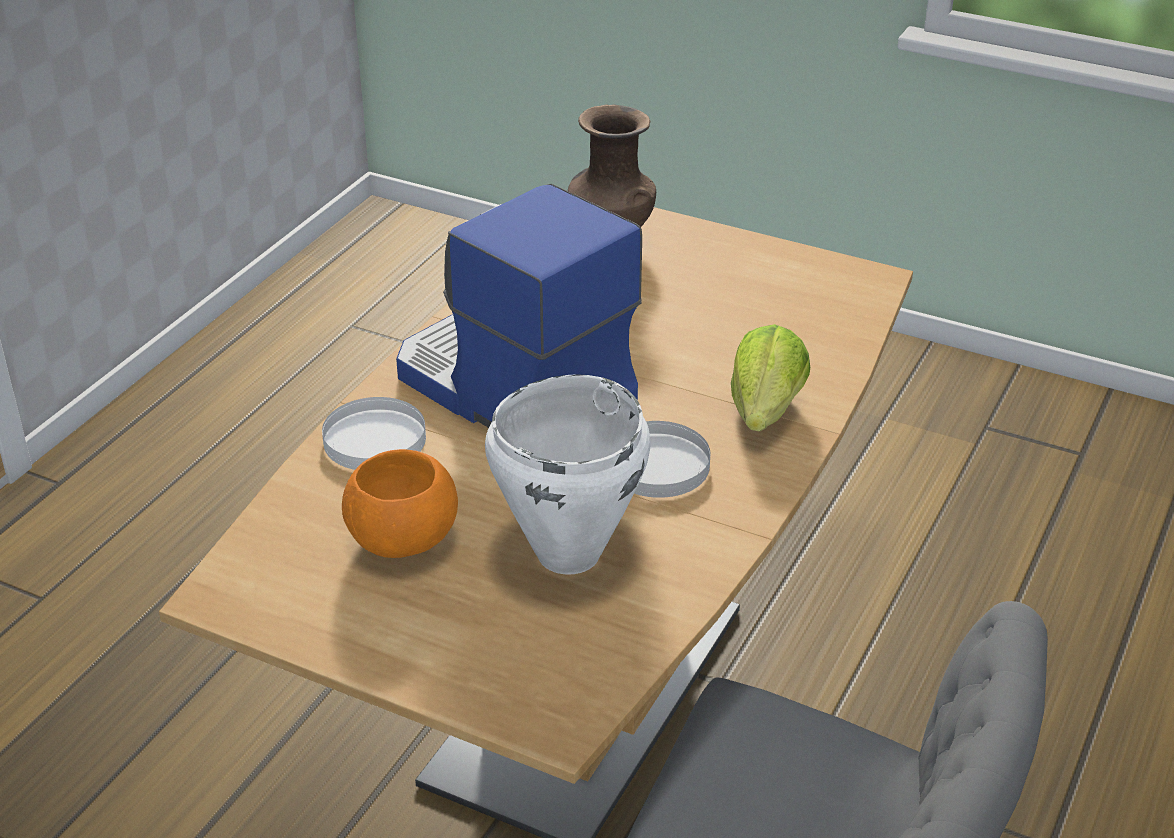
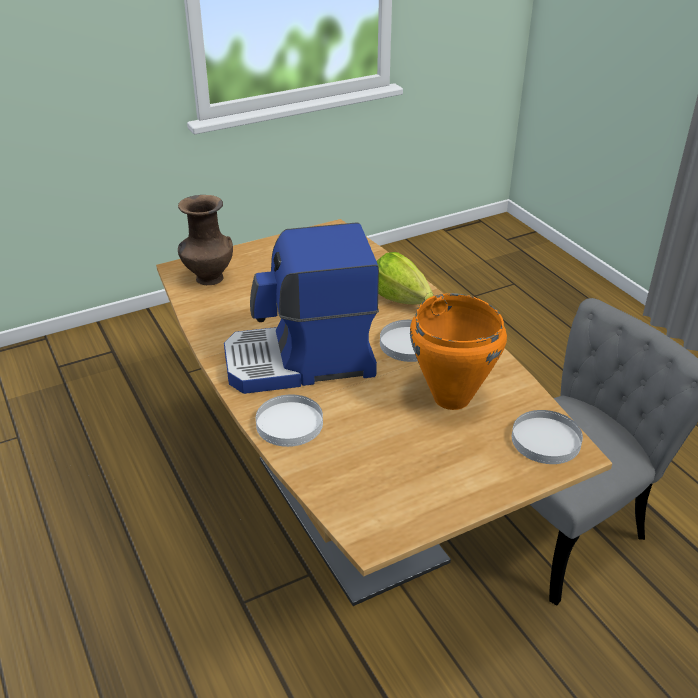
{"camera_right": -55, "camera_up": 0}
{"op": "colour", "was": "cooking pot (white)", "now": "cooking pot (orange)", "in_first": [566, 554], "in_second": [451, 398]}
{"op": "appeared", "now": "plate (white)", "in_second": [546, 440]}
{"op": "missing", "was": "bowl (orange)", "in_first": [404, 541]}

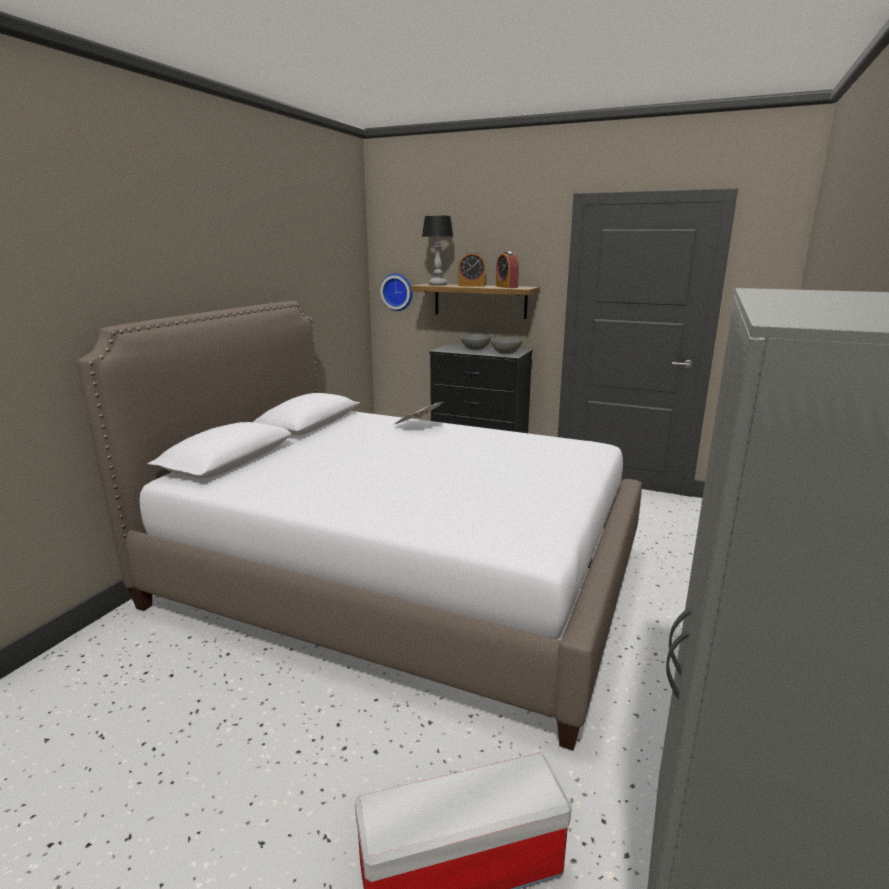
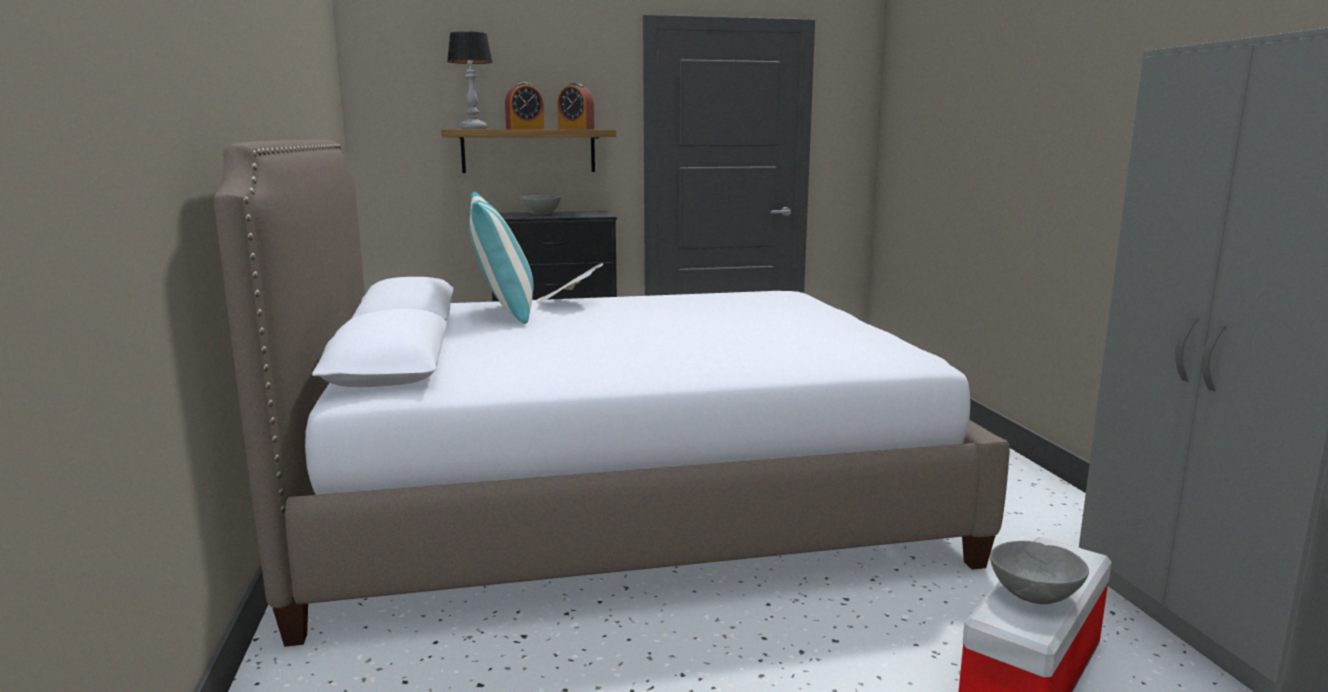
{"camera_right": -35, "camera_up": -5}
{"op": "appeared", "now": "pillow", "in_second": [504, 314]}
{"op": "relocated", "was": "bowl (grey)", "in_first": [506, 353], "in_second": [1034, 594]}
{"op": "missing", "was": "wall clock", "in_first": [398, 292]}

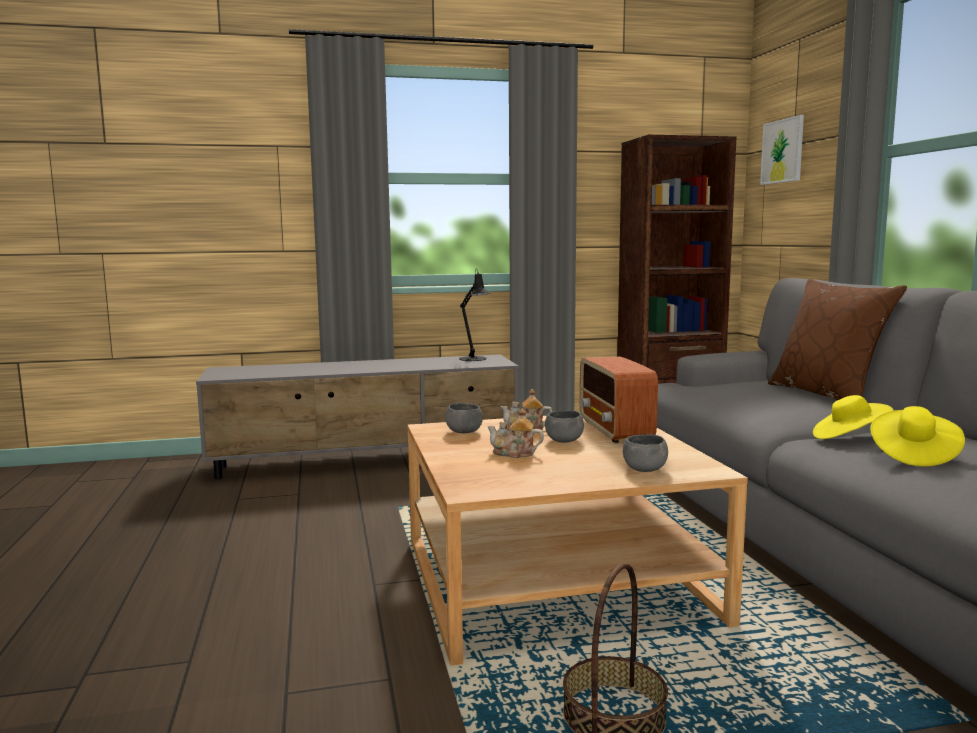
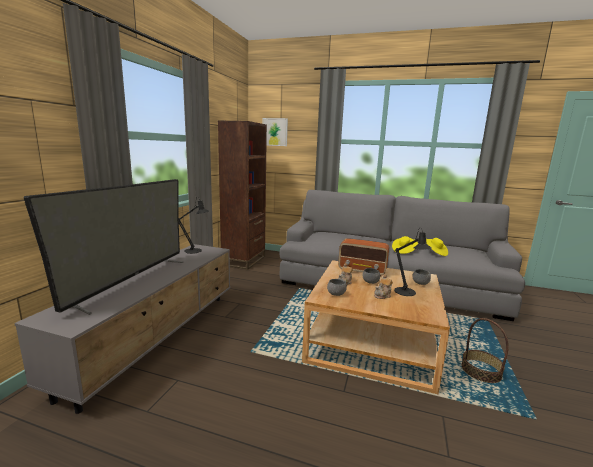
{"camera_right": -60, "camera_up": 5}
{"op": "appeared", "now": "television", "in_second": [131, 281]}
{"op": "appeared", "now": "table lamp (black)", "in_second": [407, 293]}
{"op": "missing", "was": "pillow (brown)", "in_first": [827, 395]}

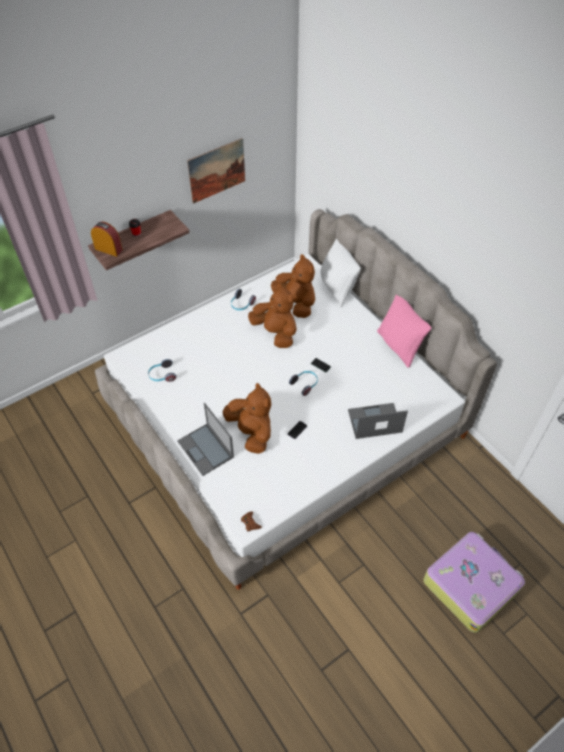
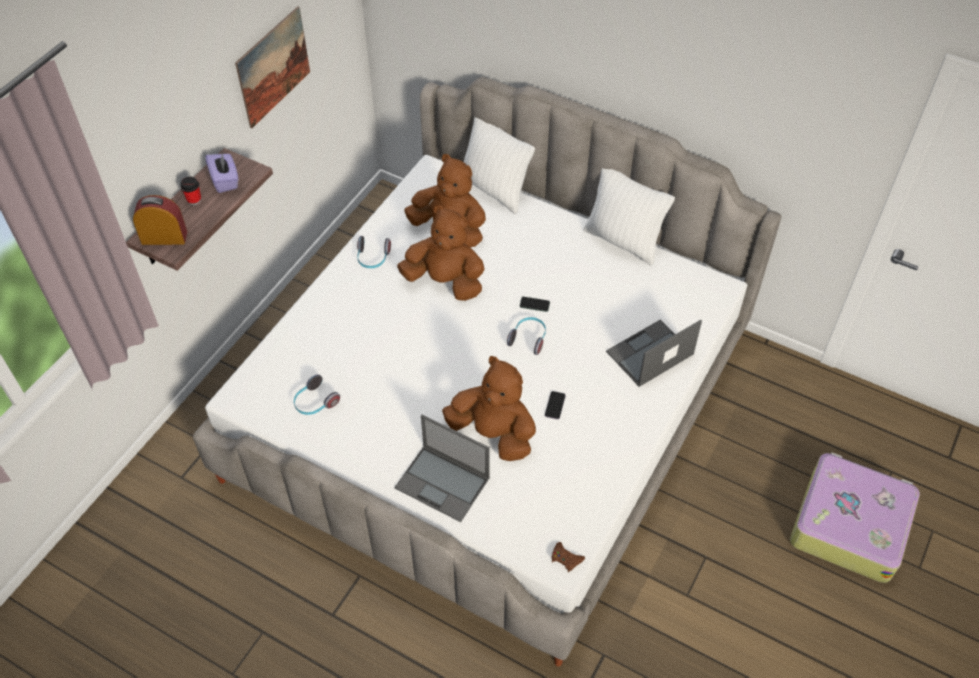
{"camera_right": -25, "camera_up": 0}
{"op": "appeared", "now": "tissue box (purple)", "in_second": [225, 180]}
{"op": "colour", "was": "pillow (pink)", "now": "pillow (white)", "in_first": [398, 346], "in_second": [623, 241]}

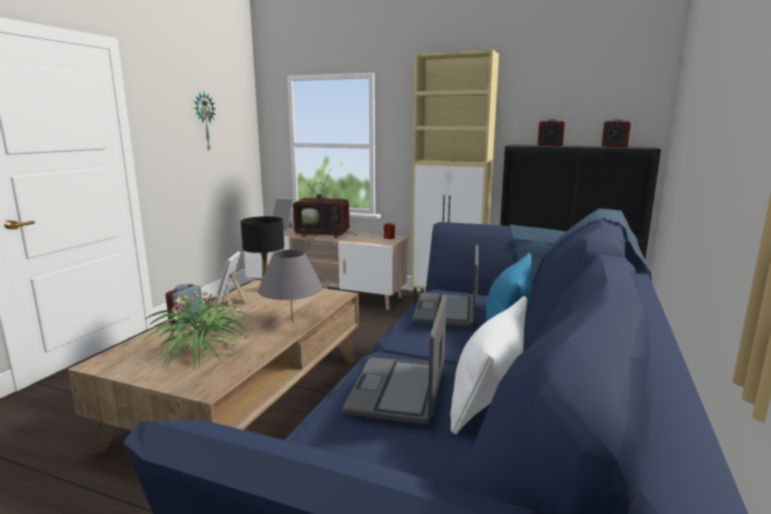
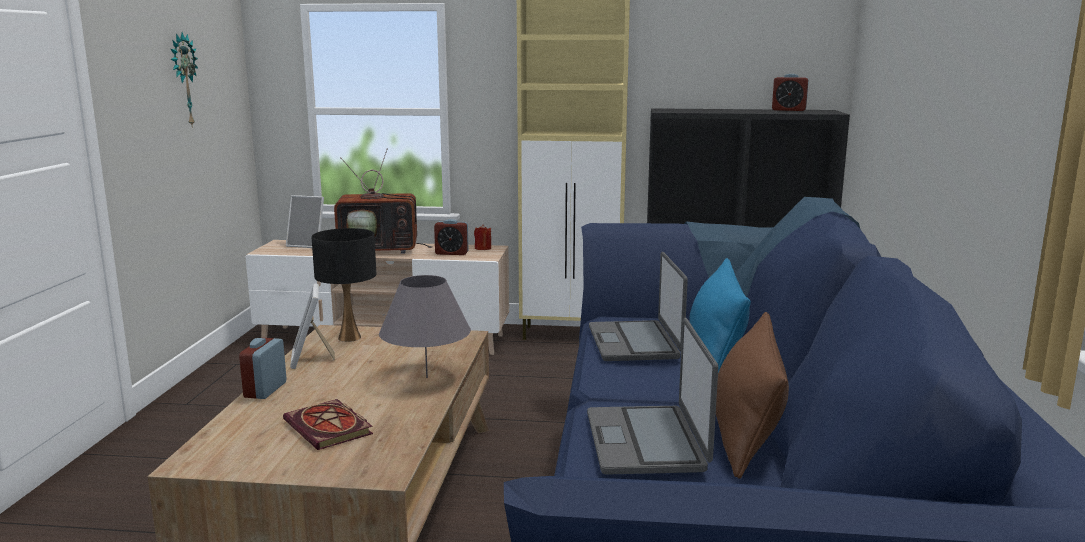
{"camera_right": -15, "camera_up": 0}
{"op": "exchanged", "was": "potted plant", "now": "book", "in_first": [202, 350], "in_second": [330, 428]}
{"op": "relocated", "was": "alarm clock", "in_first": [550, 145], "in_second": [451, 253]}
{"op": "colour", "was": "pillow (white)", "now": "pillow (brown)", "in_first": [488, 393], "in_second": [746, 432]}

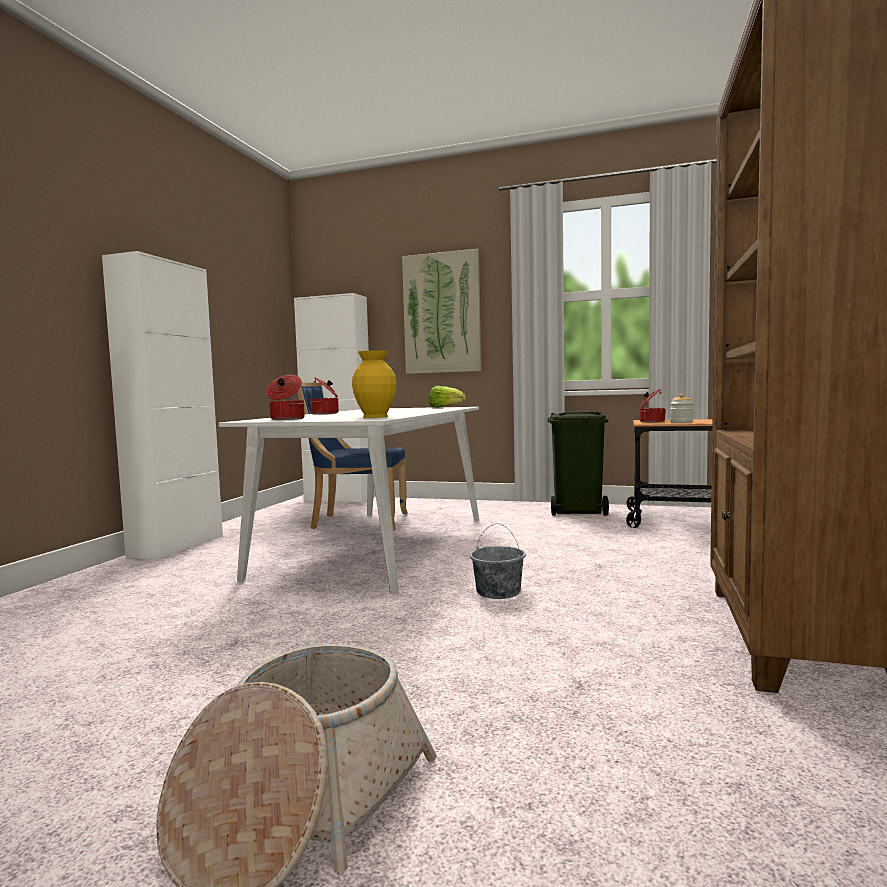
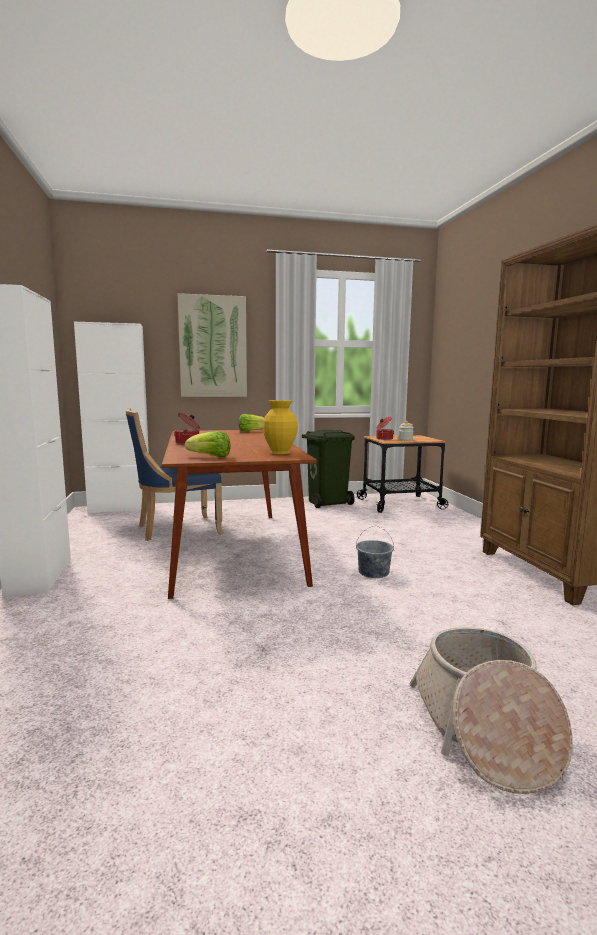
{"camera_right": -30, "camera_up": 5}
{"op": "colour", "was": "dining table (white)", "now": "dining table (brown)", "in_first": [378, 544], "in_second": [231, 548]}
{"op": "exchanged", "was": "cooking pot", "now": "lettuce", "in_first": [286, 419], "in_second": [210, 457]}

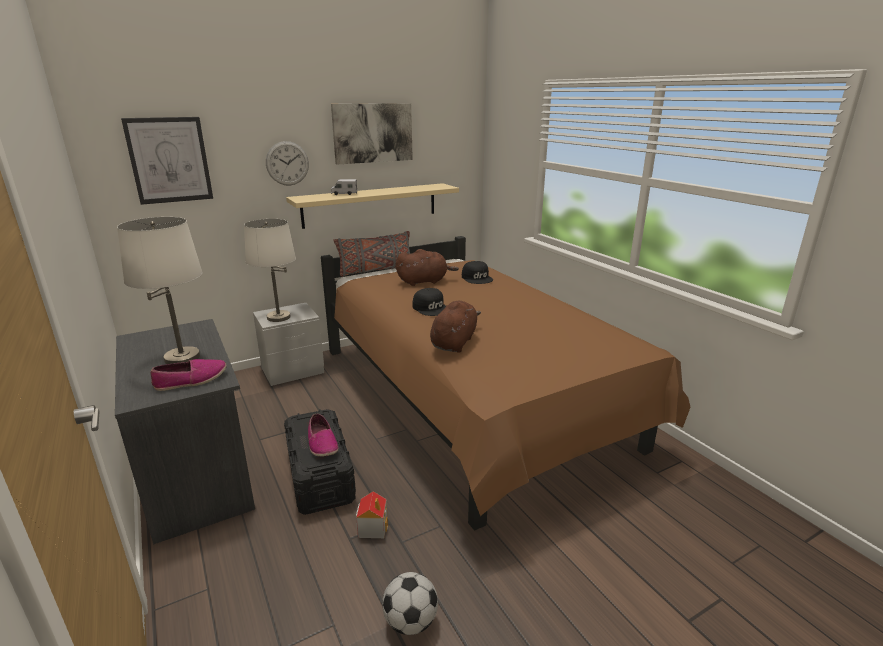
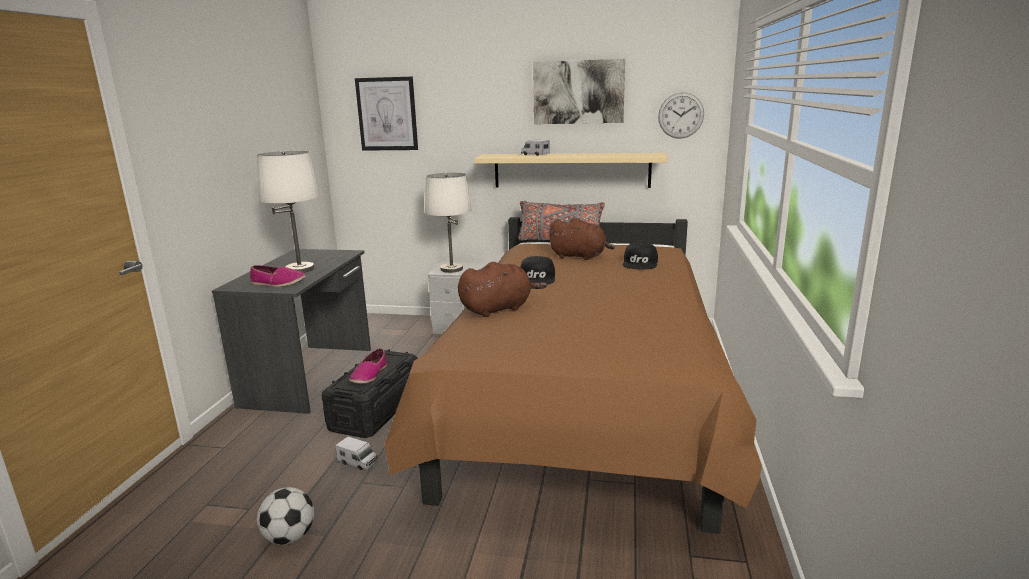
{"camera_right": 40, "camera_up": -5}
{"op": "exchanged", "was": "toy house", "now": "toy truck", "in_first": [373, 527], "in_second": [358, 462]}
{"op": "relocated", "was": "wall clock", "in_first": [287, 163], "in_second": [681, 115]}

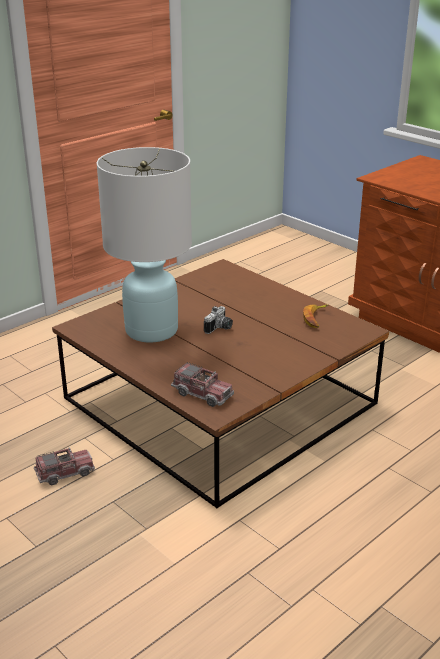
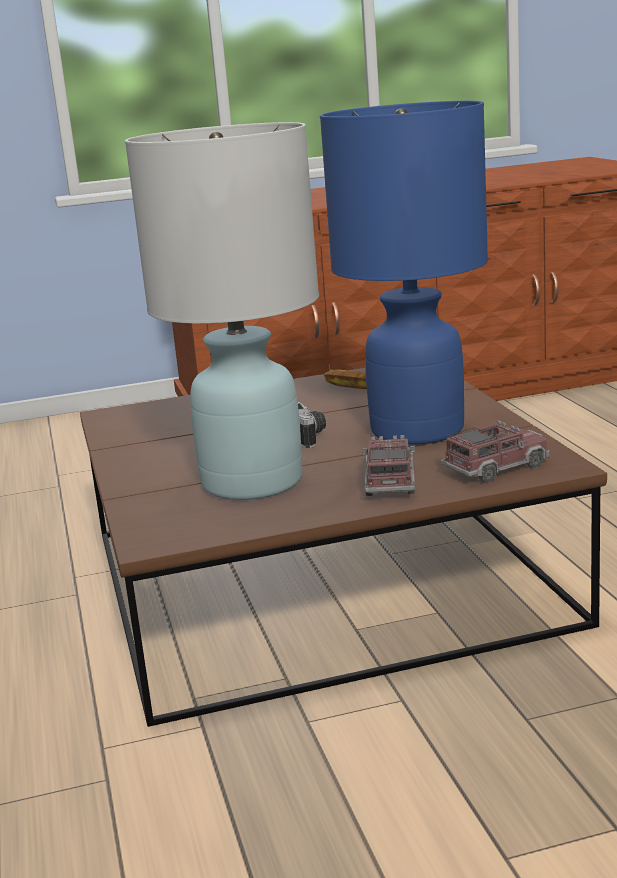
{"camera_right": -60, "camera_up": -10}
{"op": "appeared", "now": "table lamp (blue)", "in_second": [418, 430]}
{"op": "relocated", "was": "toy truck", "in_first": [65, 473], "in_second": [390, 482]}

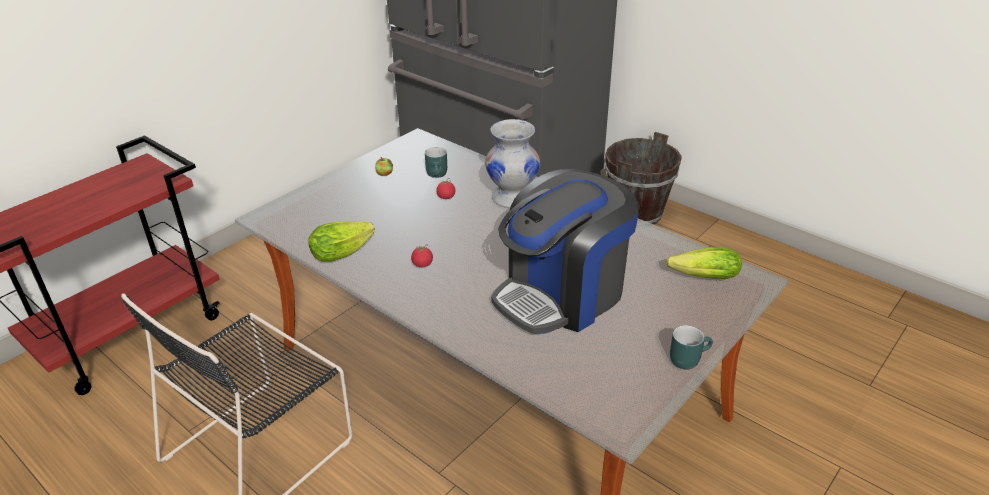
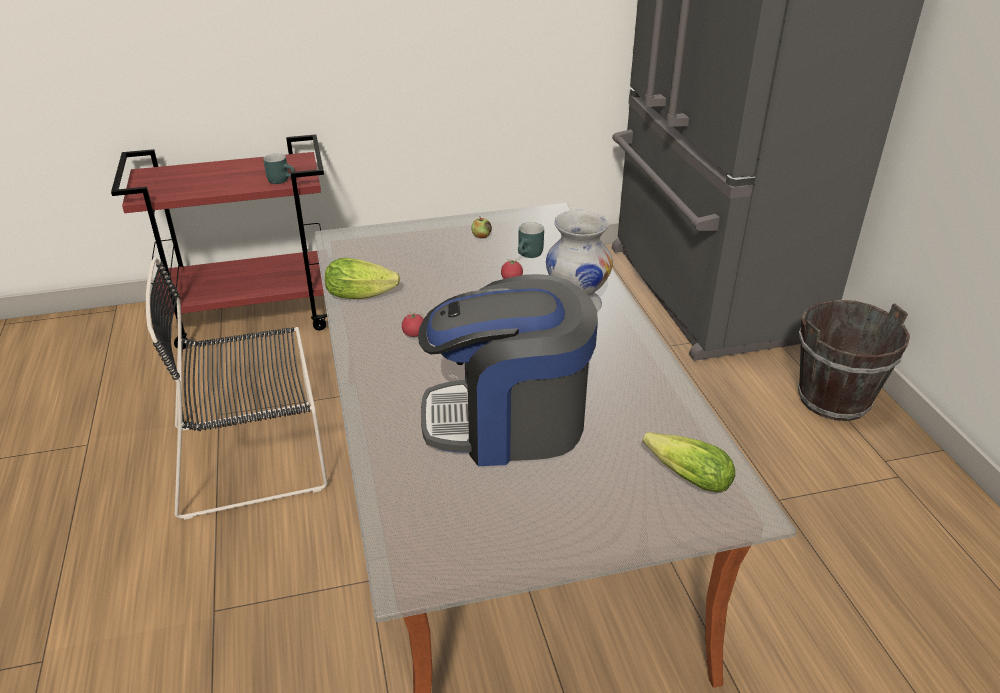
{"camera_right": 35, "camera_up": 0}
{"op": "relocated", "was": "mug (turquoise)", "in_first": [687, 357], "in_second": [282, 180]}

